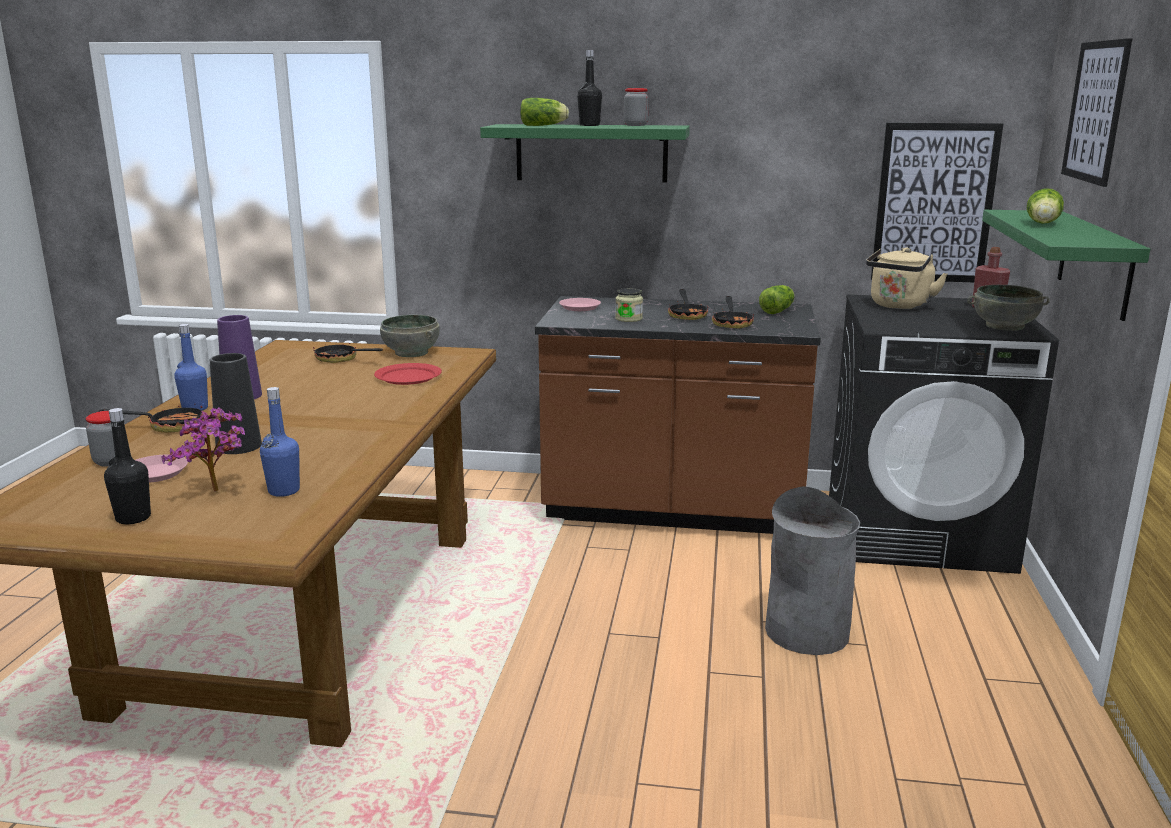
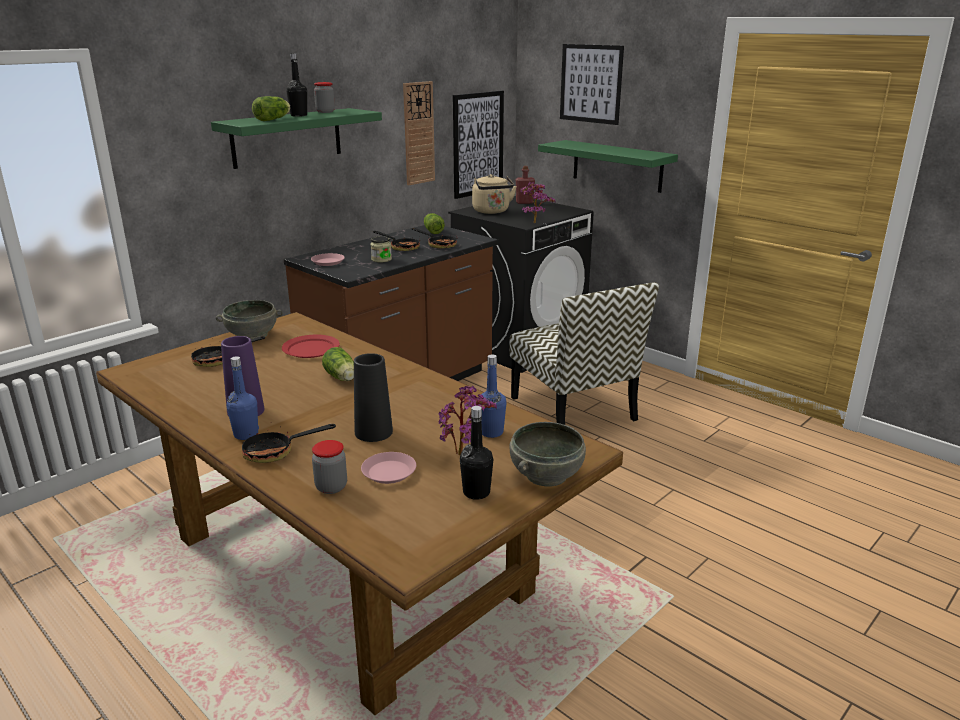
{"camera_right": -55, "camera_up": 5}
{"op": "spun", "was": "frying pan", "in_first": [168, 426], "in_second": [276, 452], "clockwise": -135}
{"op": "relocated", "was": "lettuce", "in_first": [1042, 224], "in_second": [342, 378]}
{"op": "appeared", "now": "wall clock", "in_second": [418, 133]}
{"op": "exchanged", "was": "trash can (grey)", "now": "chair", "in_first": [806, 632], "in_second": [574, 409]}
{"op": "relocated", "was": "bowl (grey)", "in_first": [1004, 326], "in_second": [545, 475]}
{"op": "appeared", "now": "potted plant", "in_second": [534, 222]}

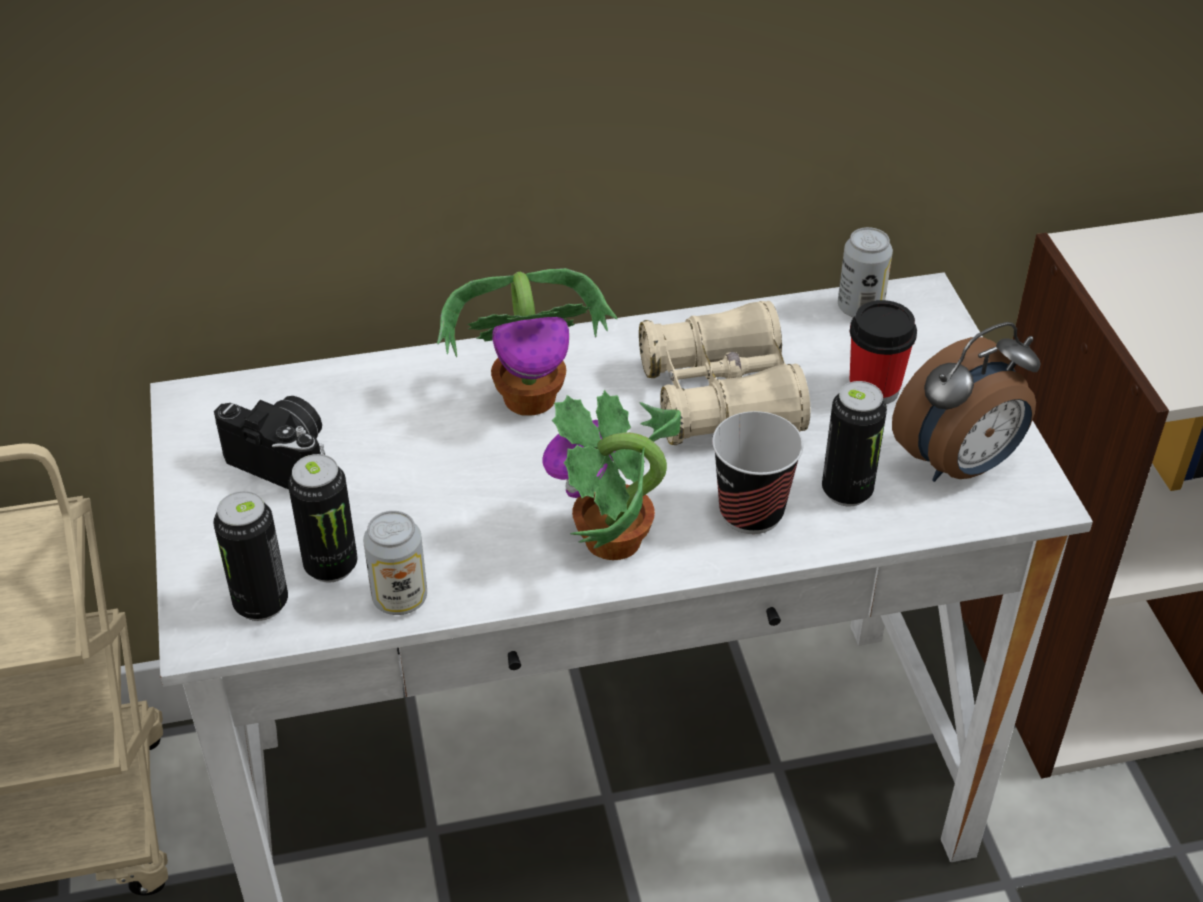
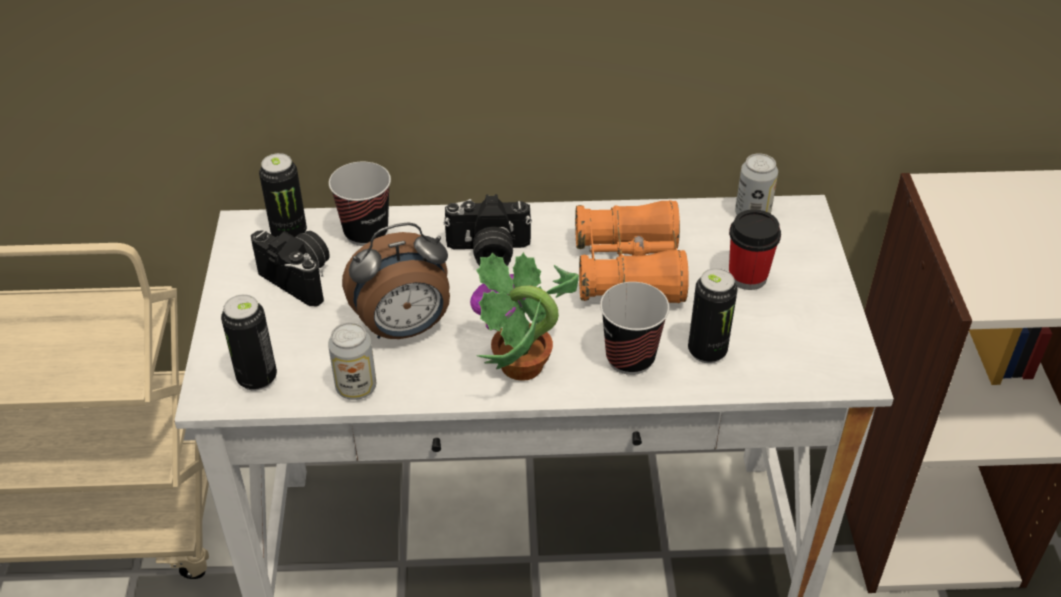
{"camera_right": 10, "camera_up": 0}
{"op": "relocated", "was": "can", "in_first": [331, 566], "in_second": [289, 233]}
{"op": "appeared", "now": "cup", "in_second": [366, 232]}
{"op": "relocated", "was": "alarm clock", "in_first": [959, 465], "in_second": [404, 328]}
{"op": "exchanged", "was": "potted plant", "now": "photo camera", "in_first": [531, 397], "in_second": [488, 252]}
{"op": "colour", "was": "binoculars (beige)", "now": "binoculars (orange)", "in_first": [721, 398], "in_second": [629, 270]}

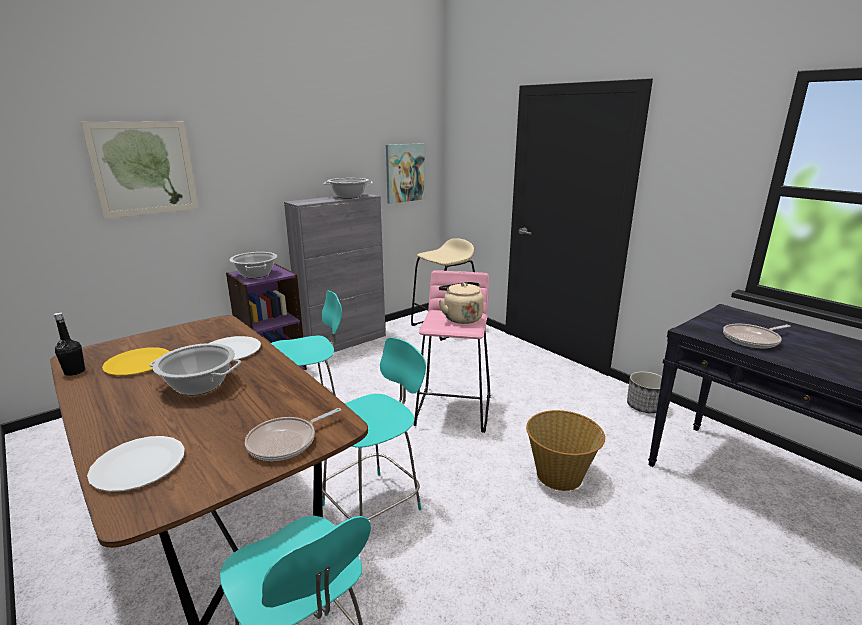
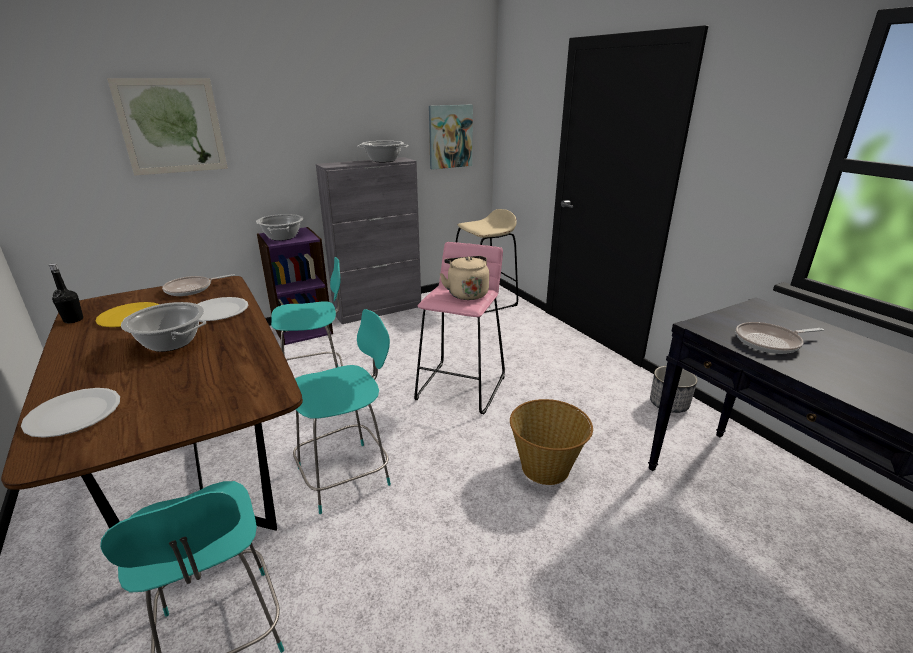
{"camera_right": 10, "camera_up": 5}
{"op": "relocated", "was": "frying pan", "in_first": [286, 442], "in_second": [191, 289]}

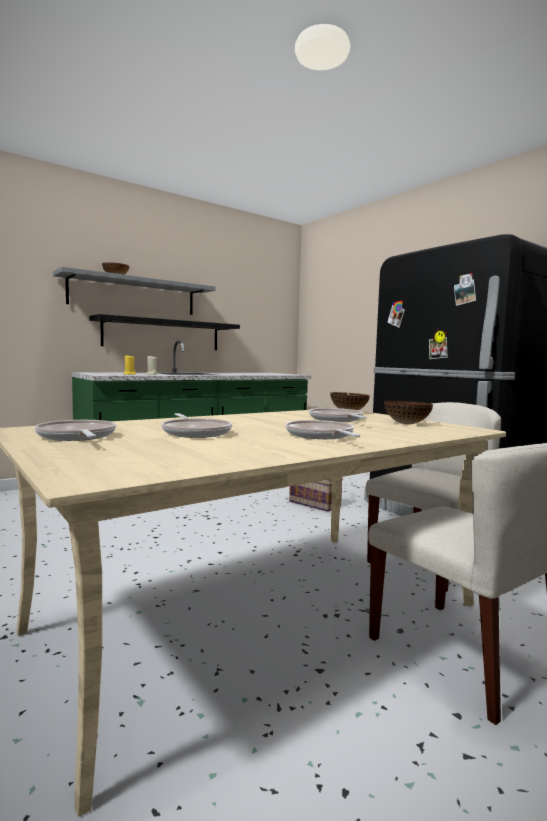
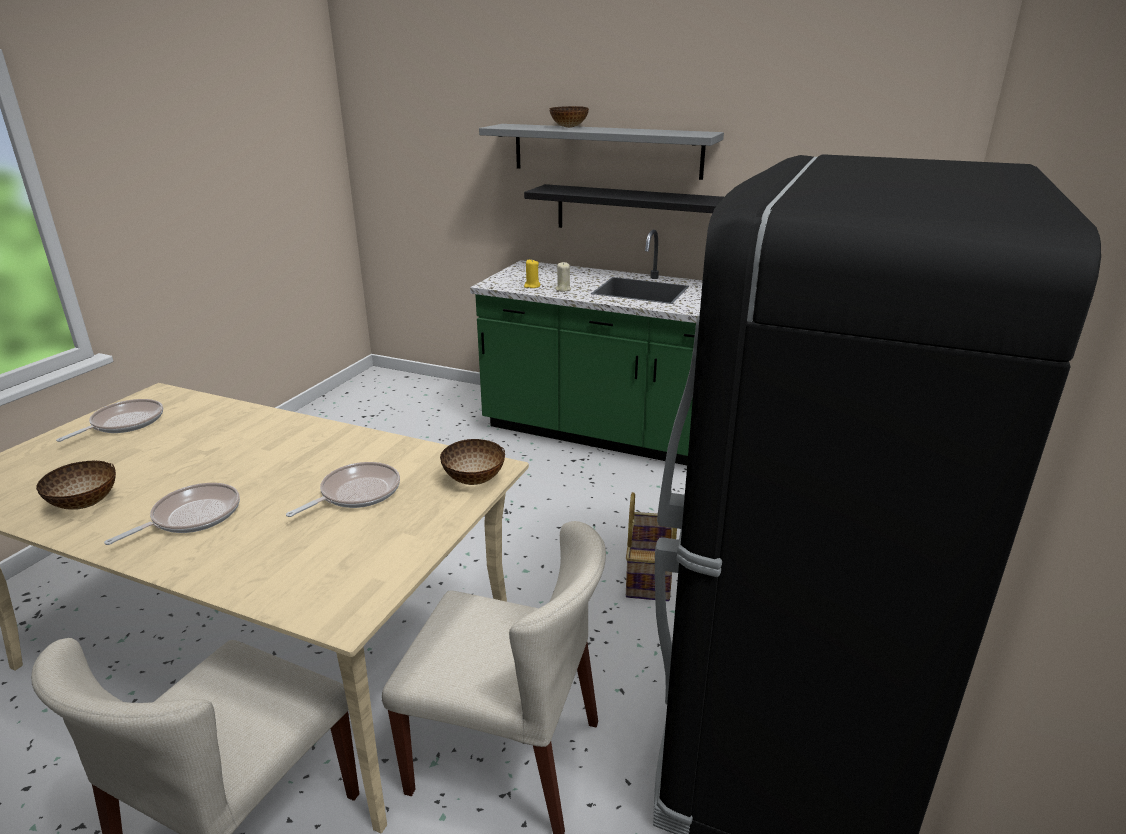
{"camera_right": 60, "camera_up": 20}
{"op": "relocated", "was": "bowl", "in_first": [407, 424], "in_second": [85, 504]}
{"op": "missing", "was": "frying pan", "in_first": [195, 432]}

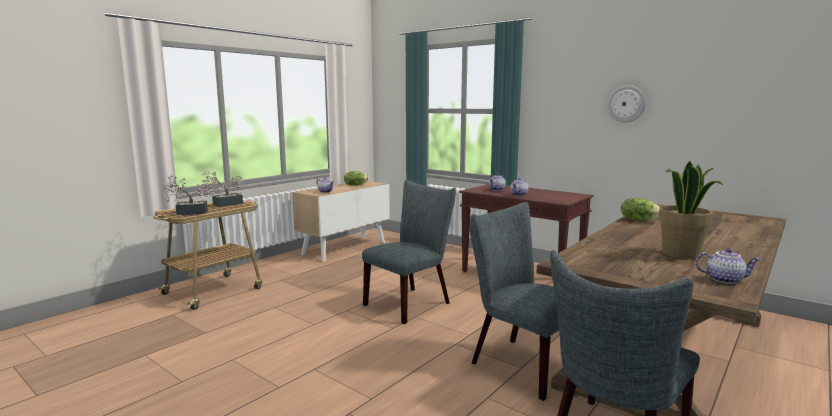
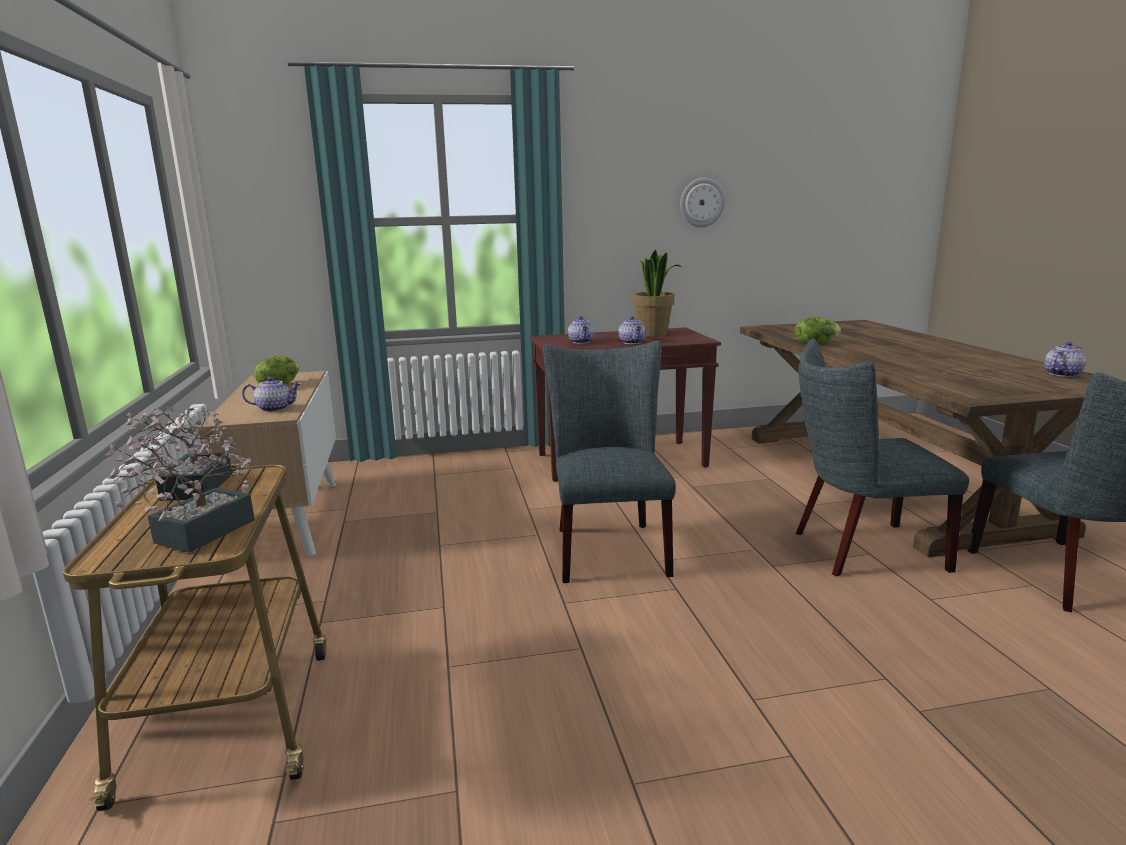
{"camera_right": -50, "camera_up": 5}
{"op": "relocated", "was": "potted plant", "in_first": [681, 254], "in_second": [653, 334]}

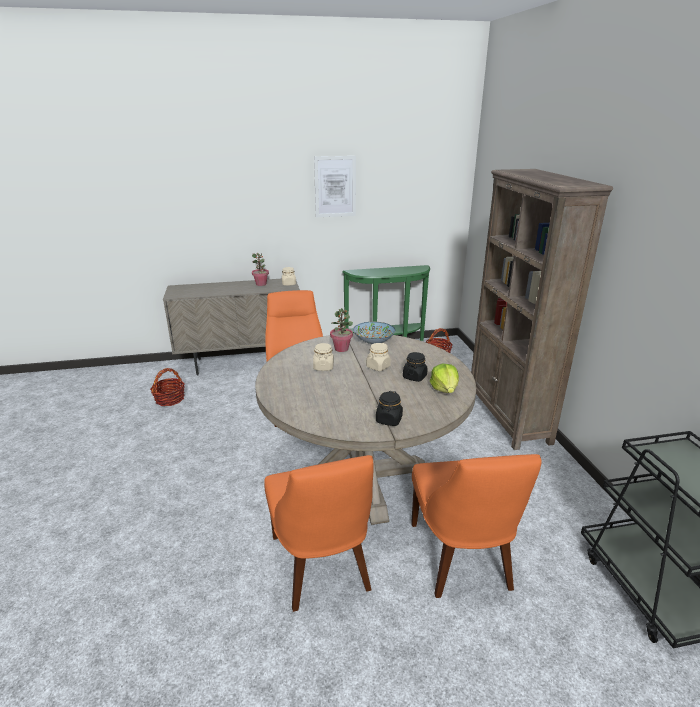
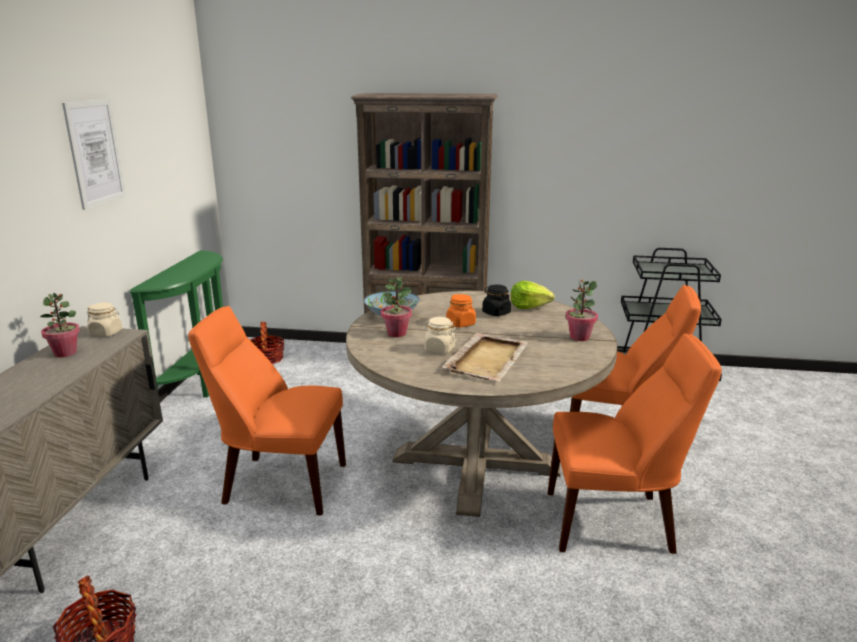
{"camera_right": -70, "camera_up": -5}
{"op": "appeared", "now": "tray (beige)", "in_second": [487, 359]}
{"op": "colour", "was": "jar (beige)", "now": "jar (orange)", "in_first": [378, 367], "in_second": [461, 324]}
{"op": "exchanged", "was": "jar (black)", "now": "potted plant", "in_first": [389, 420], "in_second": [579, 337]}

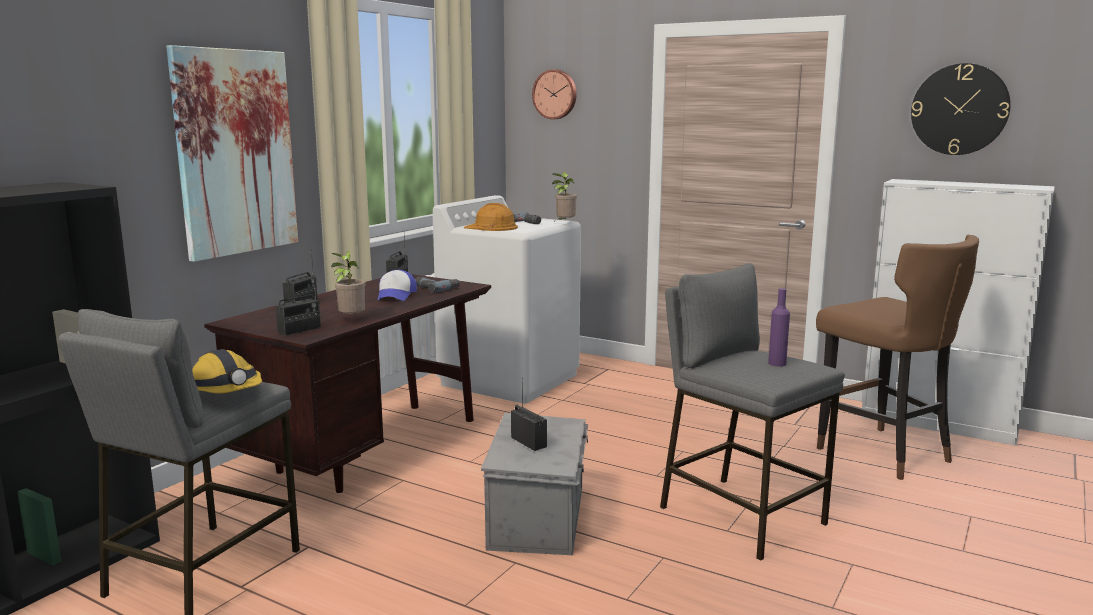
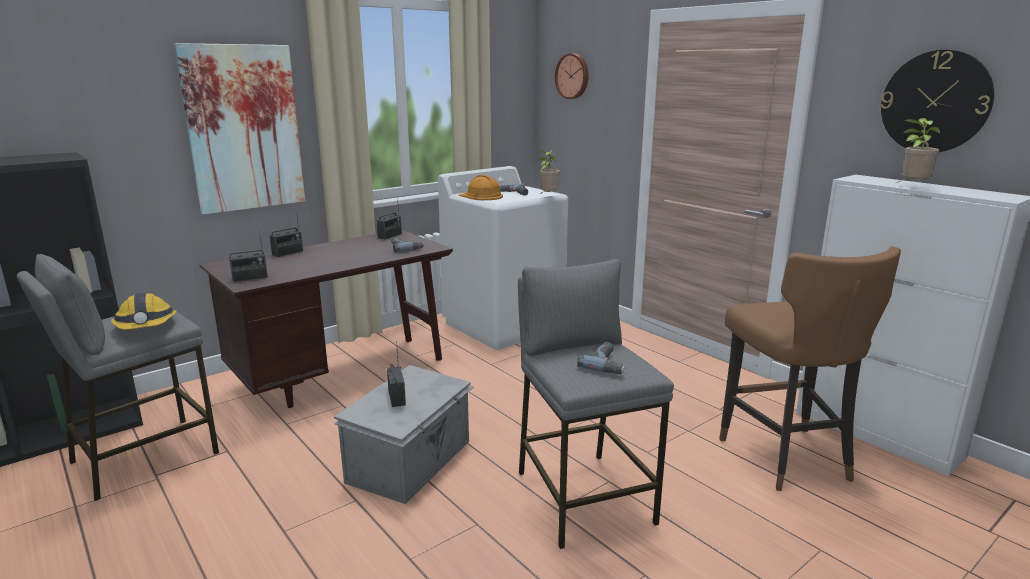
{"camera_right": 20, "camera_up": 5}
{"op": "exchanged", "was": "bottle (purple)", "now": "power drill", "in_first": [777, 363], "in_second": [607, 364]}
{"op": "relocated", "was": "potted plant", "in_first": [350, 320], "in_second": [912, 187]}
{"op": "missing", "was": "cap", "in_first": [396, 295]}

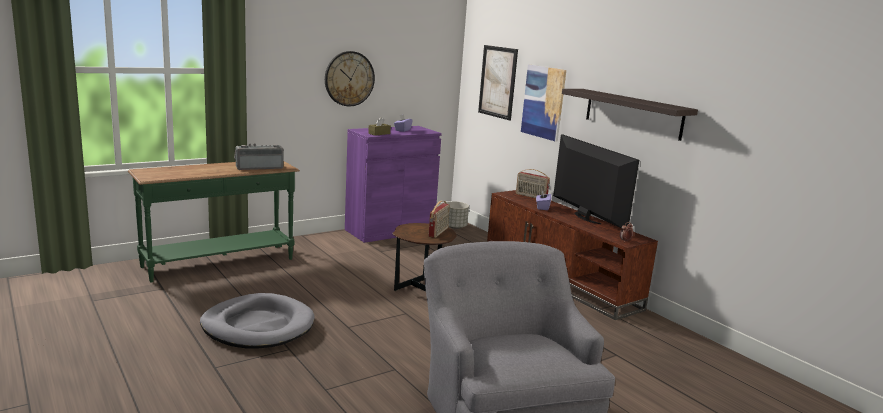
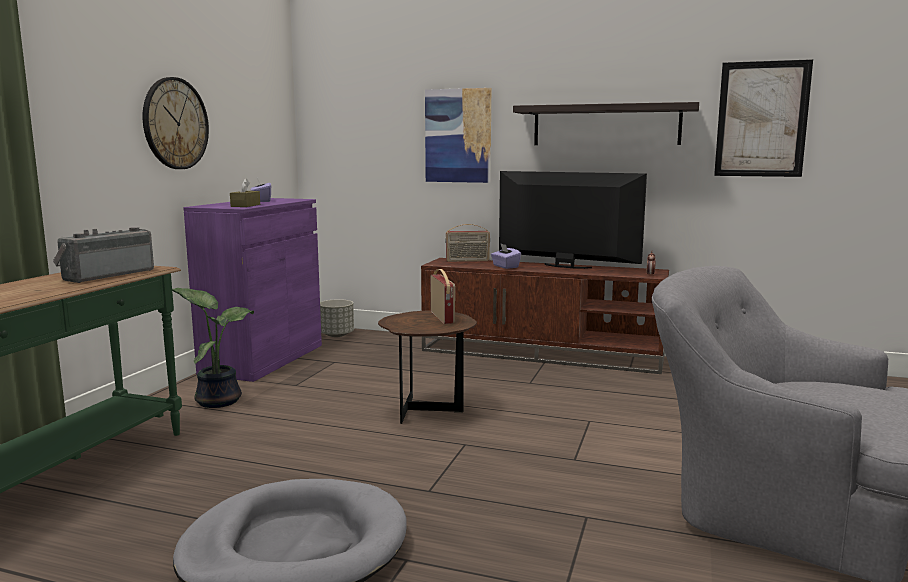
{"camera_right": -35, "camera_up": -5}
{"op": "appeared", "now": "potted plant", "in_second": [218, 400]}
{"op": "relocated", "was": "picture", "in_first": [497, 82], "in_second": [761, 119]}

